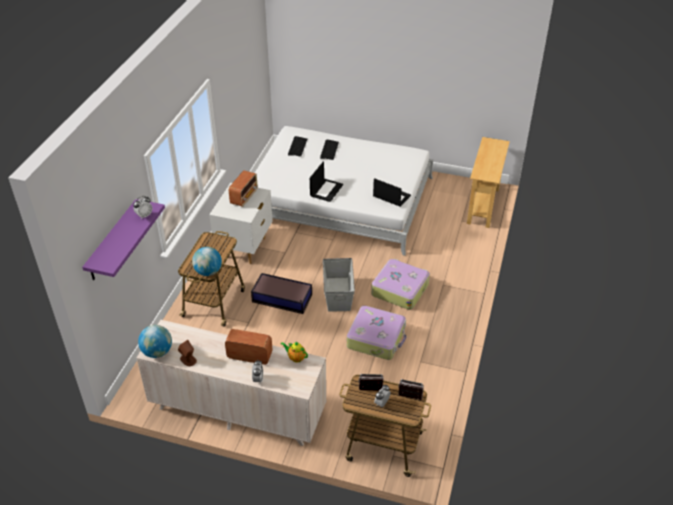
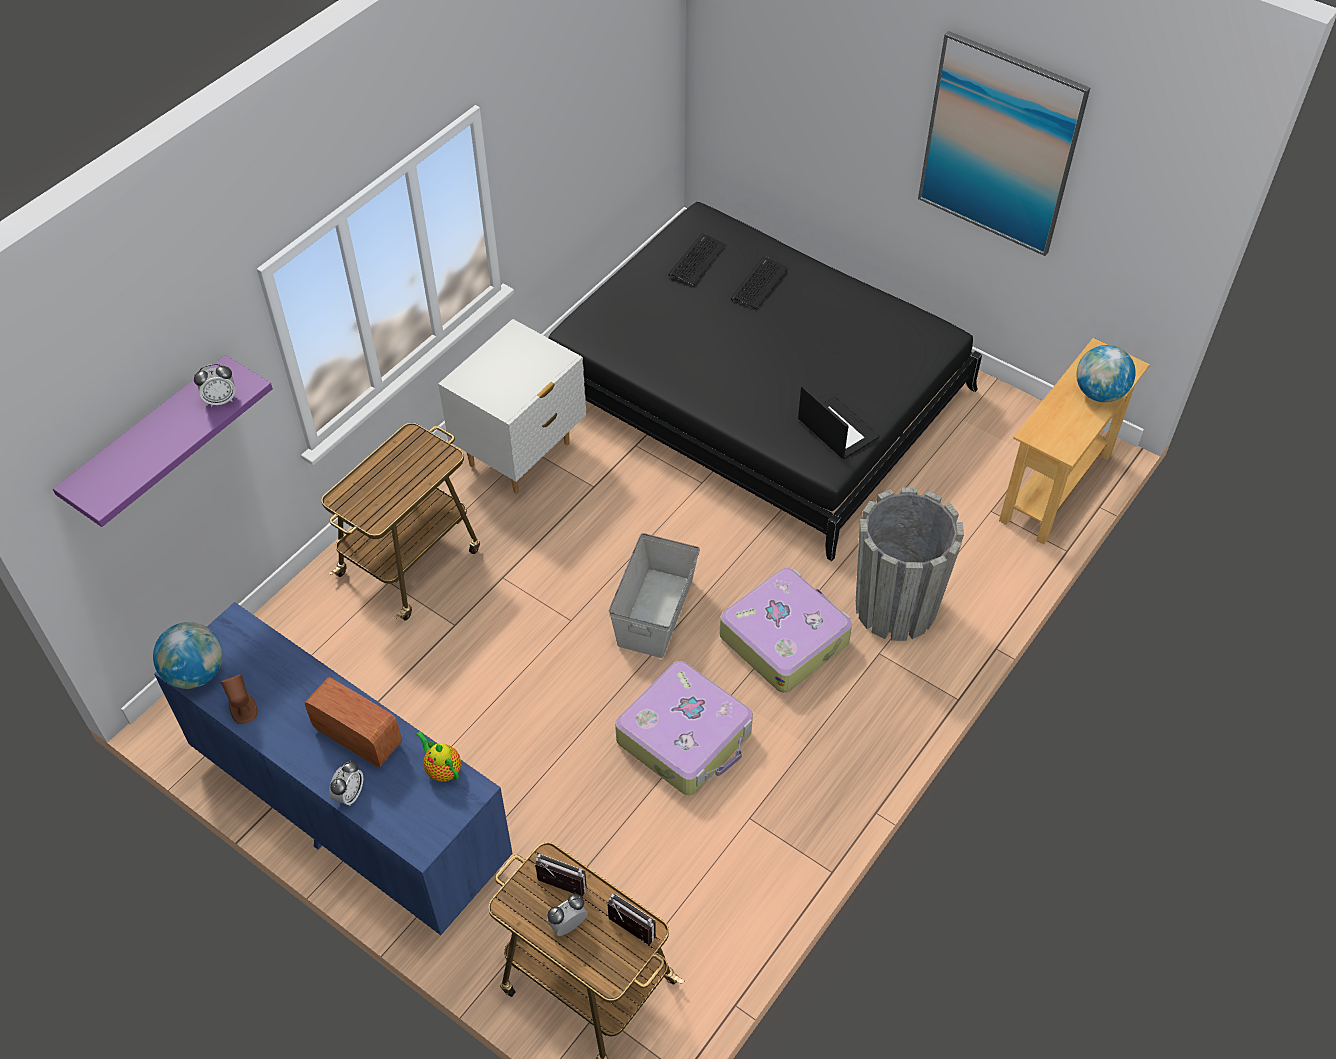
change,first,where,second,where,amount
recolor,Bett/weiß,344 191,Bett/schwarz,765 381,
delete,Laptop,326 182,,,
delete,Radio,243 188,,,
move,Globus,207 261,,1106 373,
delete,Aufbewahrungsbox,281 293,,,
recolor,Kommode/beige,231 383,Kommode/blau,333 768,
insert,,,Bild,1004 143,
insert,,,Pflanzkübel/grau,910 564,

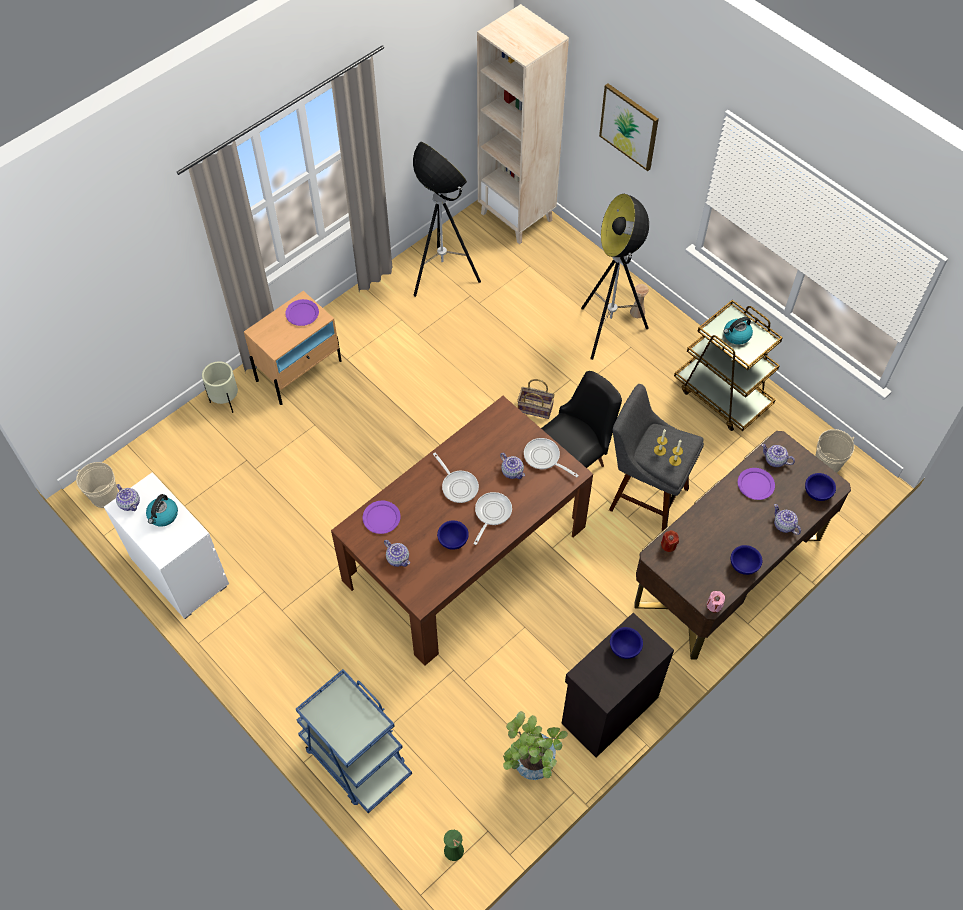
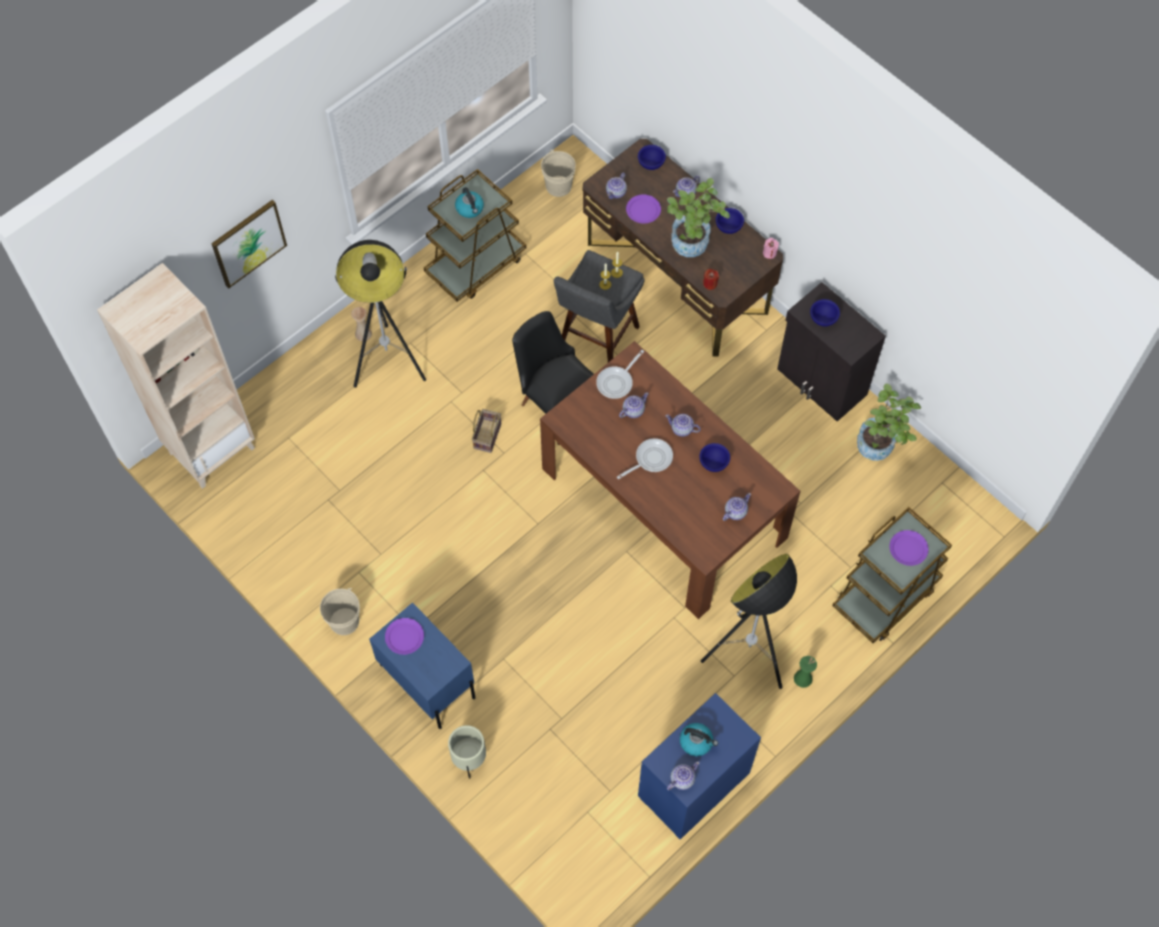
change,first,where,second,where,amount
move,Stehlampe,447 219,,749 621,
recolor,Nachttisch/beige,293 348,Nachttisch/blau,422 665,
move,Eimer/beige,97 485,,340 611,
recolor,Kommode/weiß,166 545,Kommode/blau,699 766,
replace,Pfanne,492 518,Teekanne,683 425,
move,Teller/lila,382 517,,908 548,
recolor,Rollwagen/blau,354 741,Rollwagen/braun,892 575,
move,Vase/grün,454 845,,805 672,
insert,,,Topfpflanze,698 217,

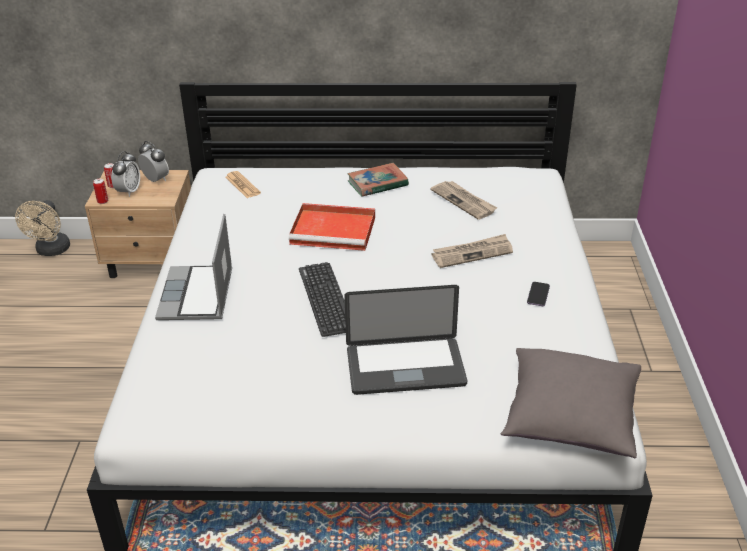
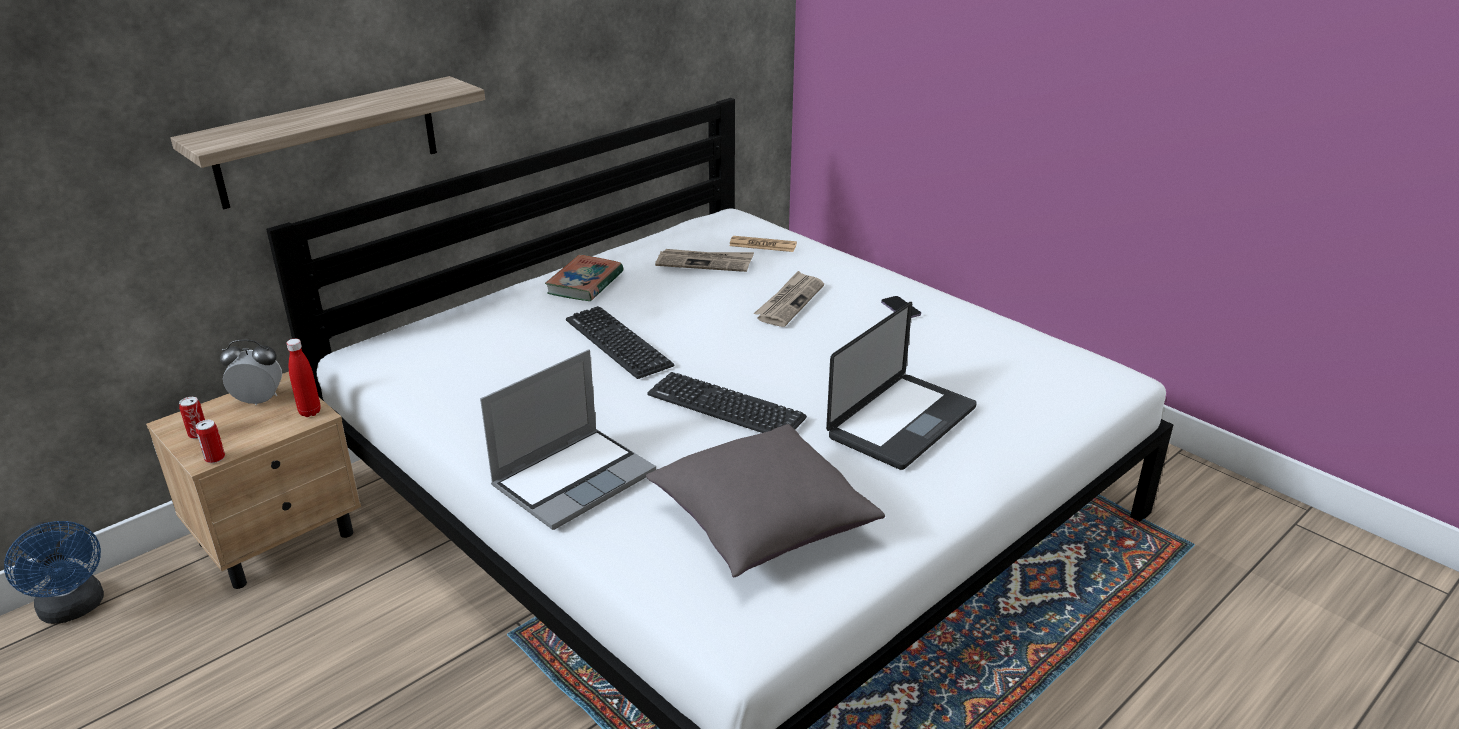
change,first,where,second,where,amount
delete,Wecker,125 174,,,
move,Zeitung,243 184,,763 244,
recolor,Ventilator/beige,42 228,Ventilator/blau,54 572,
replace,Tablett/rot,332 227,Tastatur,620 342,
rotate,Laptop,193 267,,568 440,90 degrees counterclockwise
move,Kissen/grau,571 403,,765 500,
insert,,,Wandregal,327 142,
insert,,,Flasche/rot,303 378,

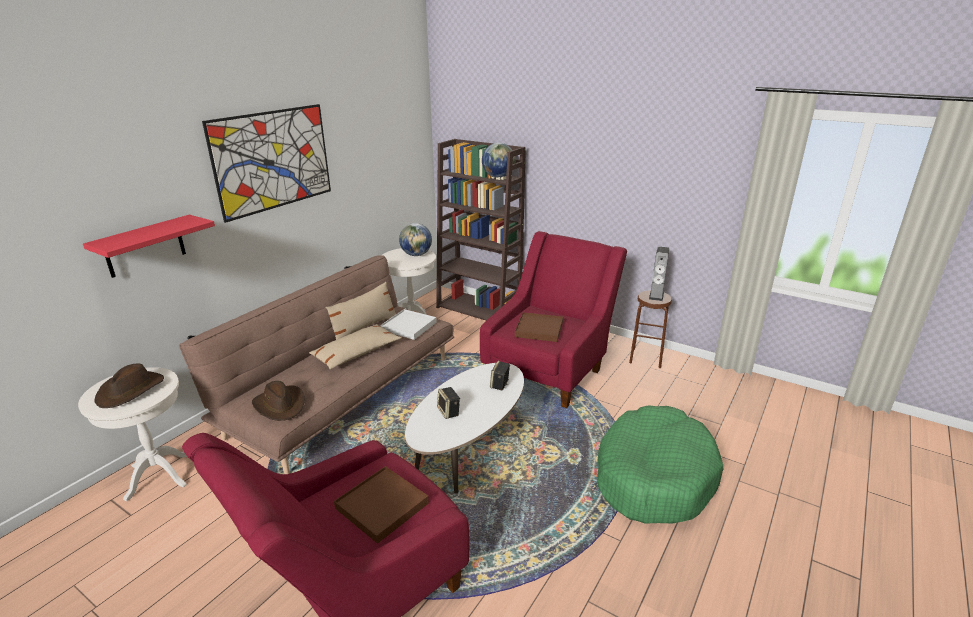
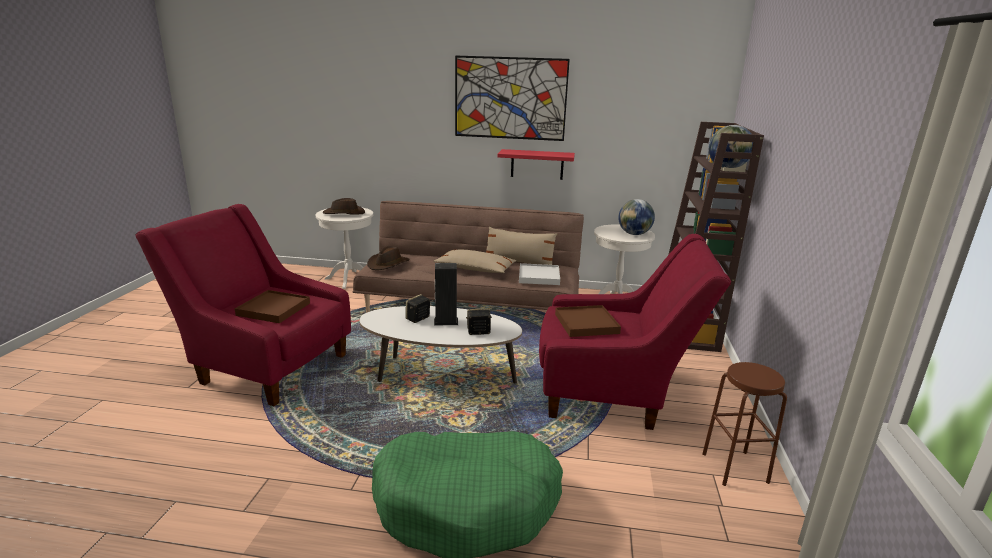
change,first,where,second,where,amount
move,Wandregal/rot,149 246,,536 164,
move,Lautsprecher,659 274,,446 294,

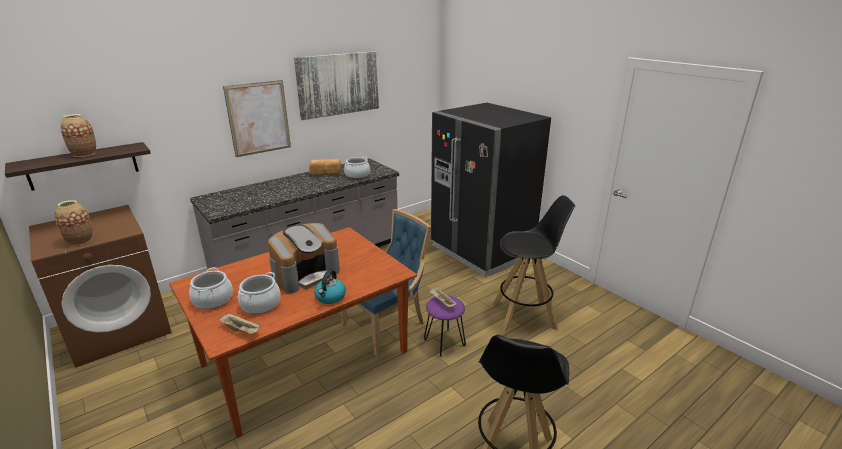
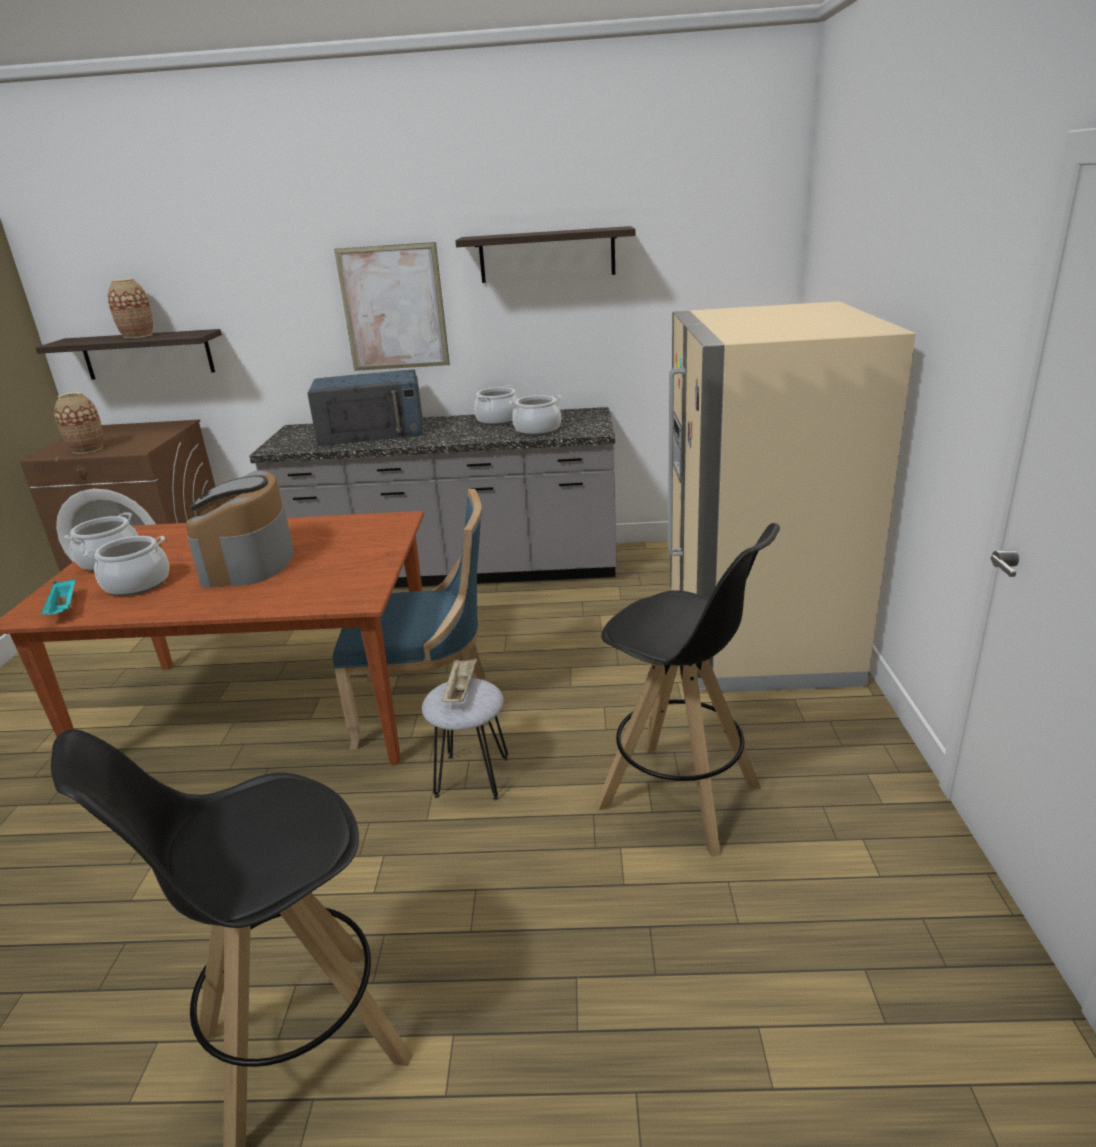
change,first,where,second,where,amount
replace,Bild,336 85,Wandregal,545 254,
recolor,Kühlschrank/schwarz,491 190,Kühlschrank/beige,791 496,
replace,Brot,325 167,Kochtopf,496 405,
rotate,Kaffeemaschine,304 258,,240 529,90 degrees clockwise
delete,Wasserkessel,330 286,,,
recolor,Hocker/lila,445 326,Hocker/grau,465 739,
recolor,Tablett/beige,239 323,Tablett/türkis,58 597,
insert,,,Mikrowelle/blau,365 407,

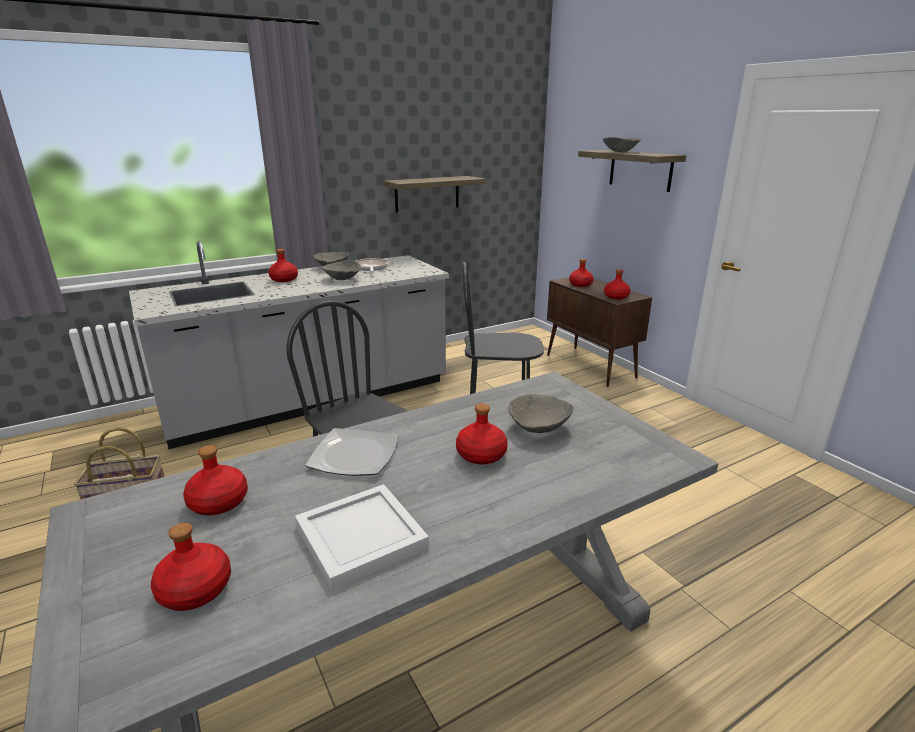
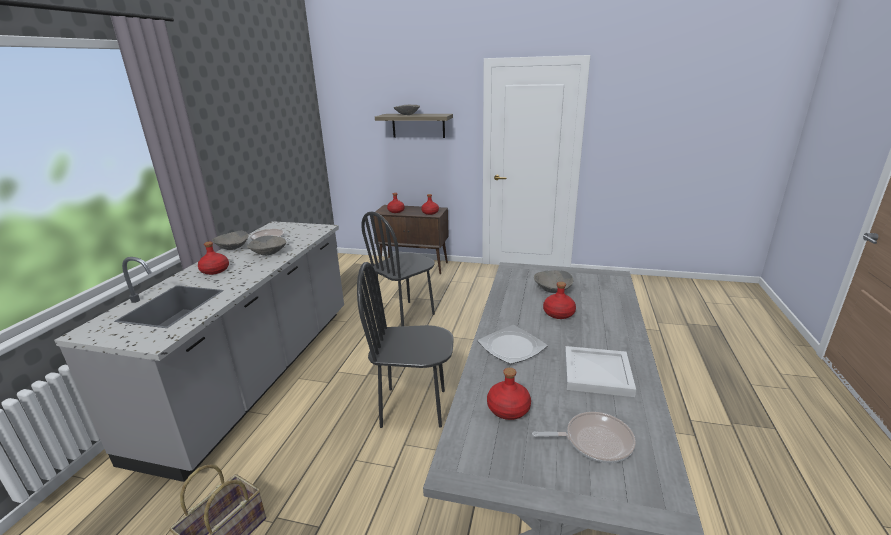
change,first,where,second,where,amount
delete,Wandregal,434 194,,,
replace,Flasche/rot,191 567,Pfanne,584 437,

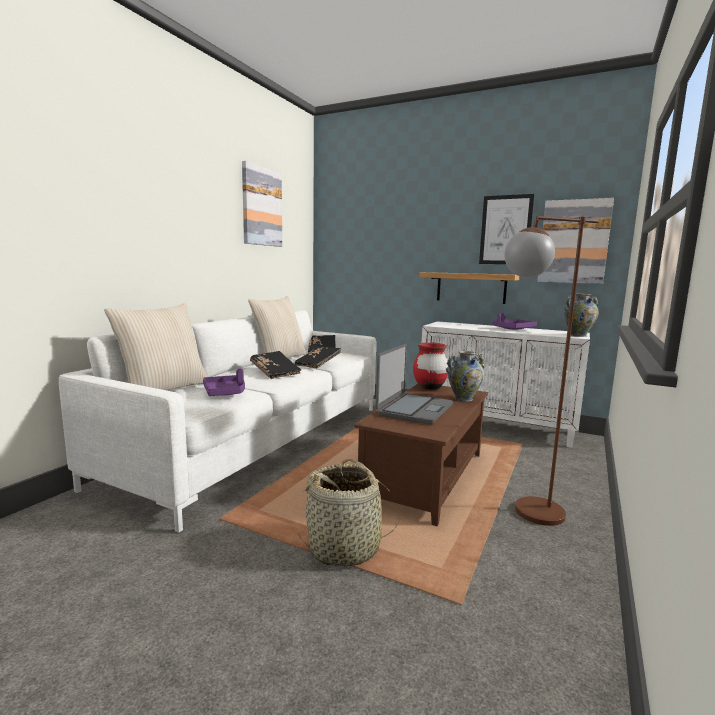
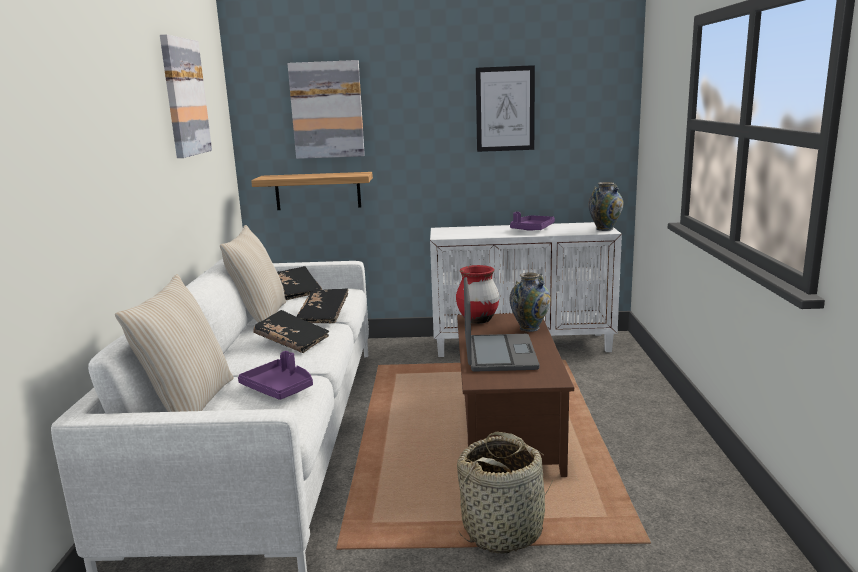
change,first,where,second,where,amount
move,Bild,575 241,,326 109,
delete,Stehlampe/braun,551 371,,,
move,Wandregal,469 288,,312 191,

